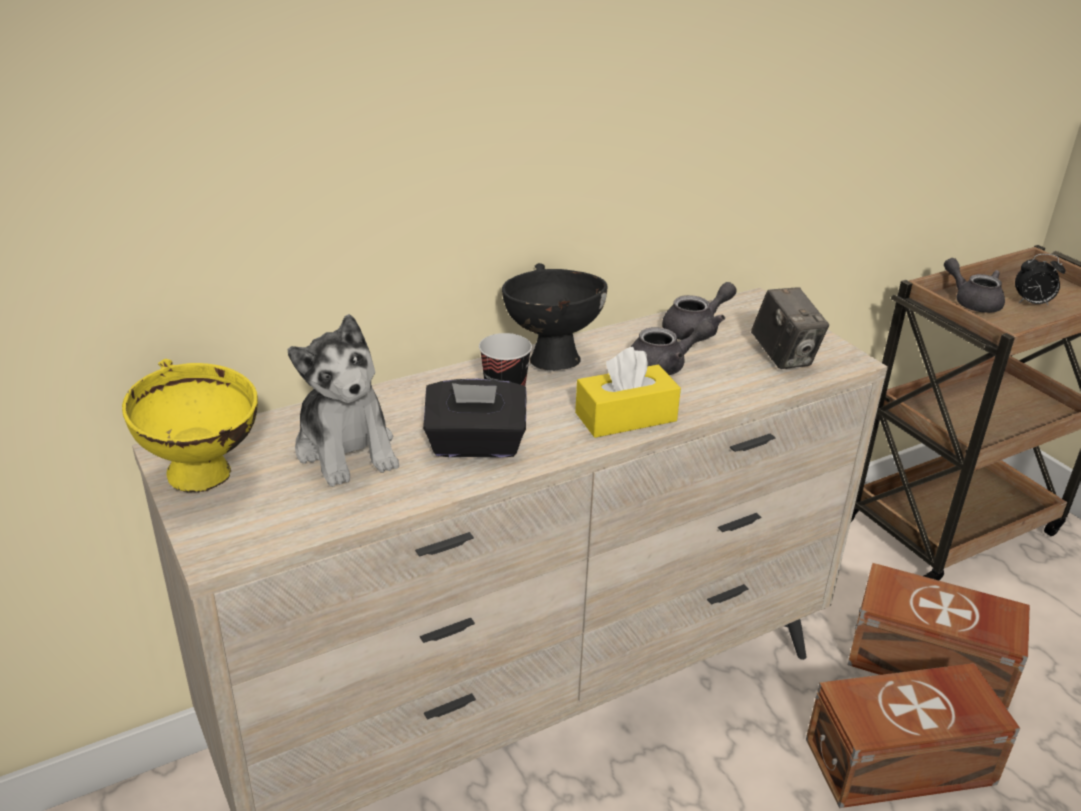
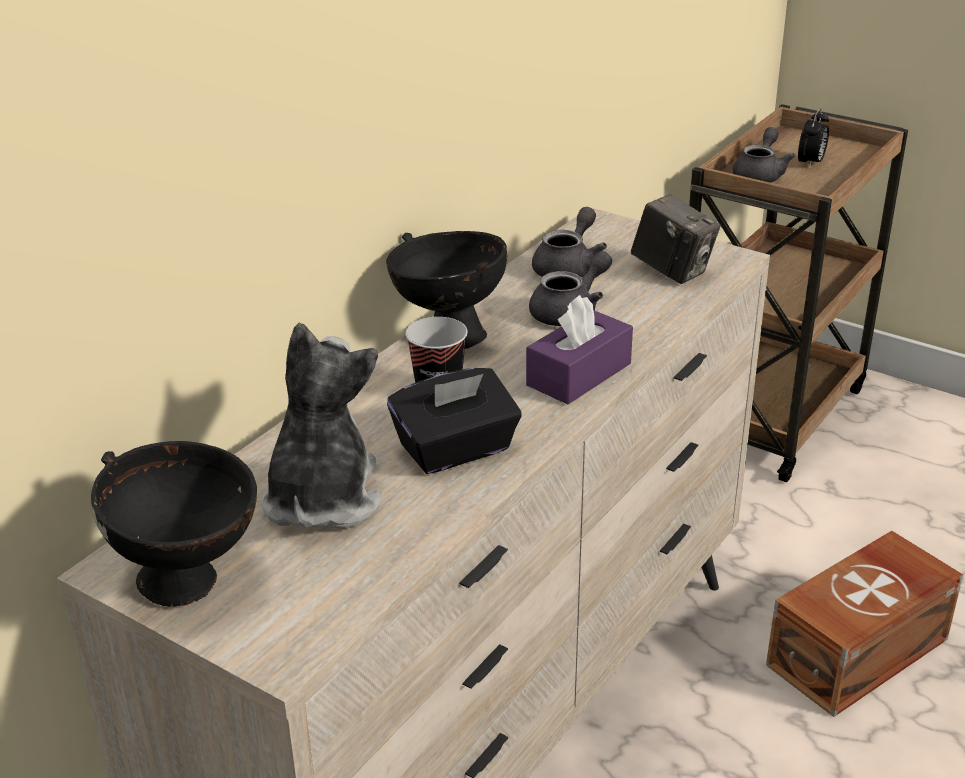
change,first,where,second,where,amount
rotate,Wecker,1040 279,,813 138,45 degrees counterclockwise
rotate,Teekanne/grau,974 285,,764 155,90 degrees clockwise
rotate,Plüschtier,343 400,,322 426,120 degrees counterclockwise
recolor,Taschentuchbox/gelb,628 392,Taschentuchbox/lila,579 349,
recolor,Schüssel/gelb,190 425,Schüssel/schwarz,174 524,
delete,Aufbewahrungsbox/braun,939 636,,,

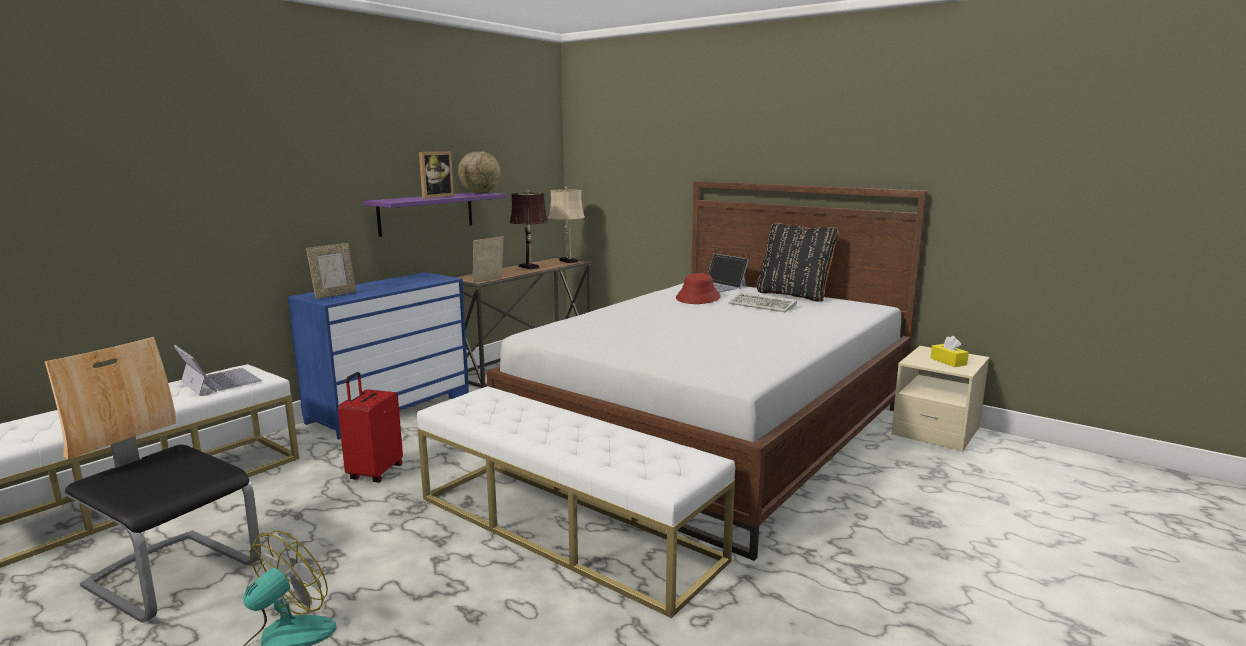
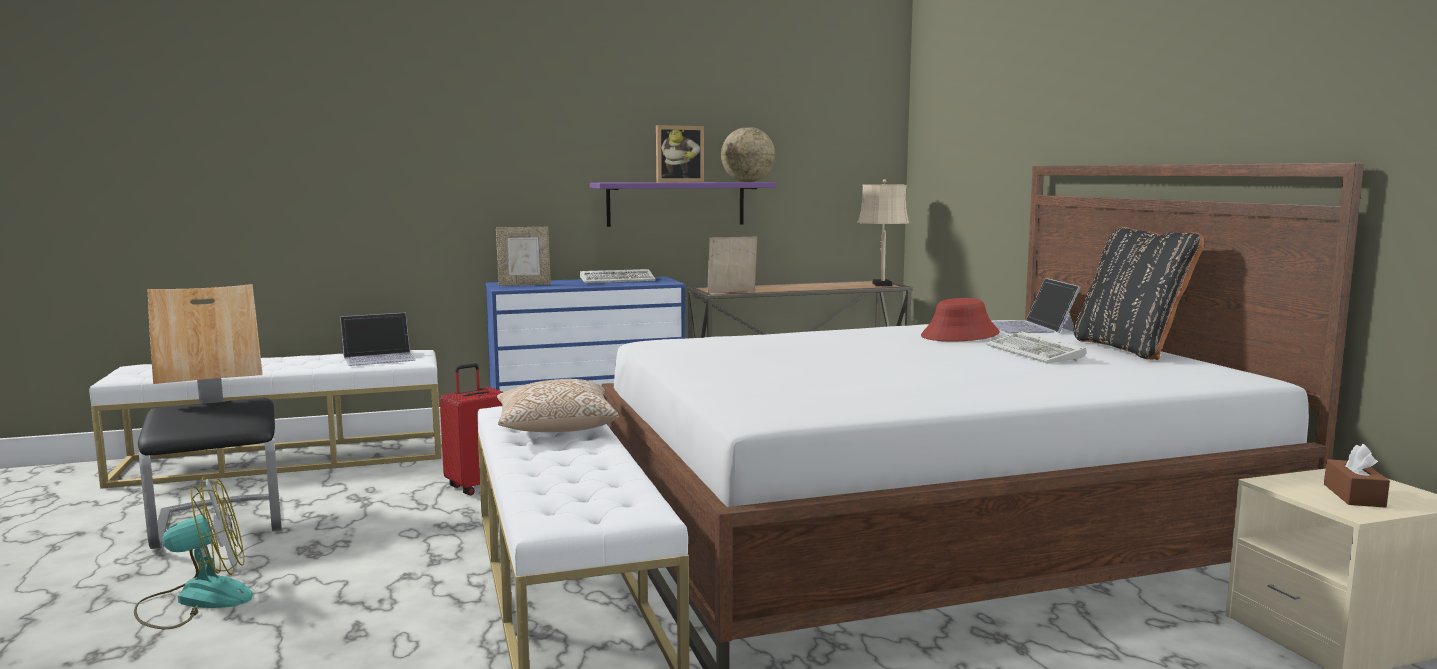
change,first,where,second,where,amount
delete,Tischlampe/braun,529 229,,,
recolor,Taschentuchbox/gelb,949 351,Taschentuchbox/braun,1357 476,
rotate,Laptop,218 370,,378 339,75 degrees clockwise
insert,,,Tastatur,617 276,
insert,,,Kissen,558 405,

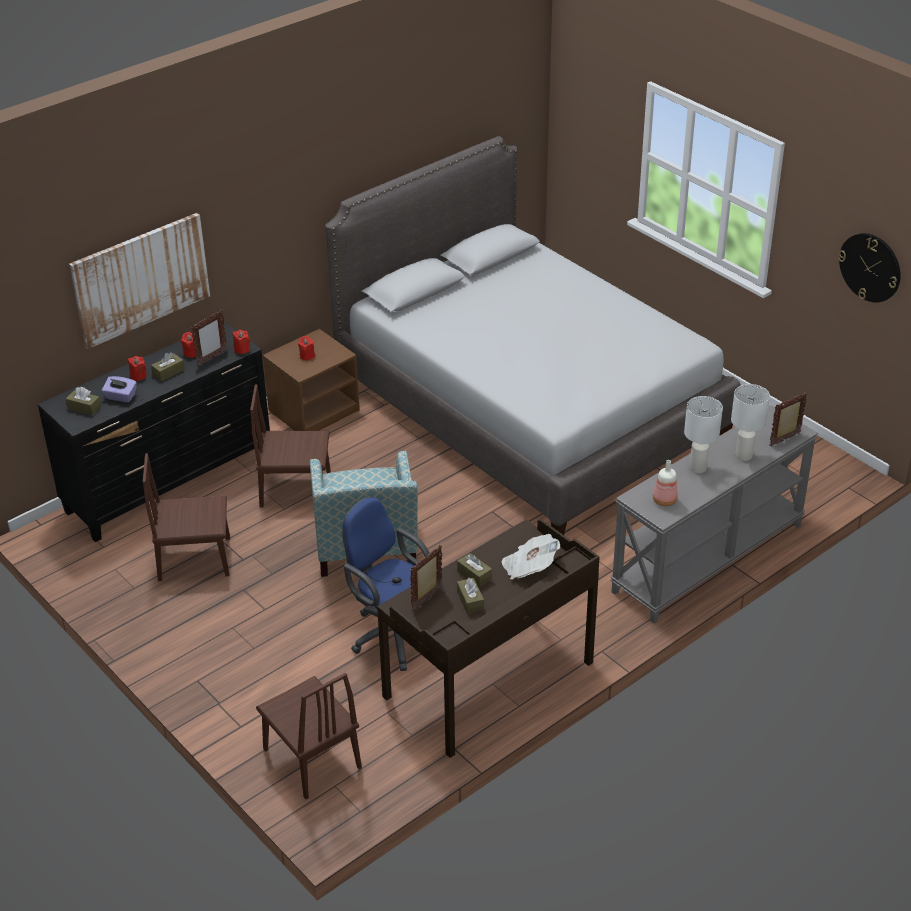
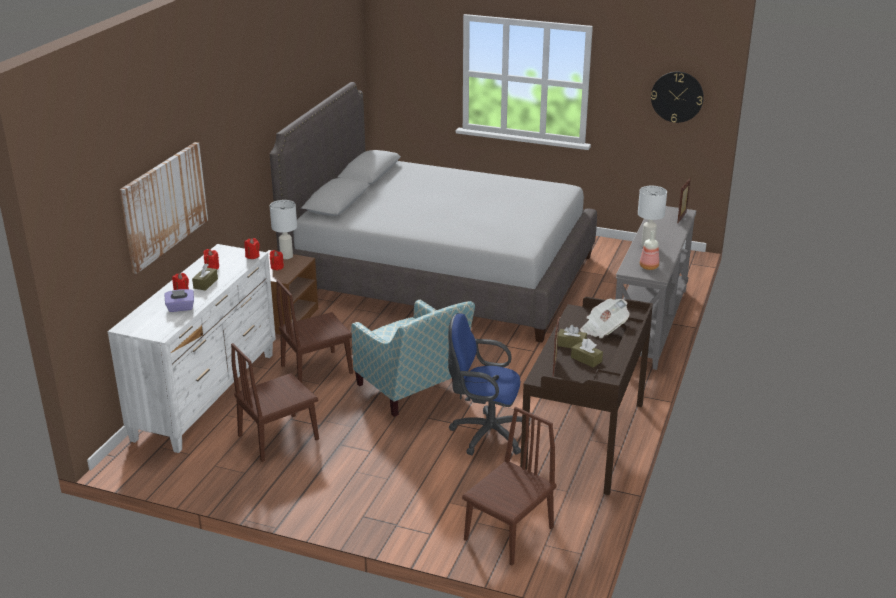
change,first,where,second,where,amount
delete,Bilderrahmen,209 338,,,
recolor,Kommode/schwarz,154 432,Kommode/weiß,191 348,
move,Tischlampe/weiß,750 422,,283 229,
delete,Taschentuchbox/braun,83 401,,,
rotate,Stuhl/braun,309 736,,509 486,75 degrees counterclockwise

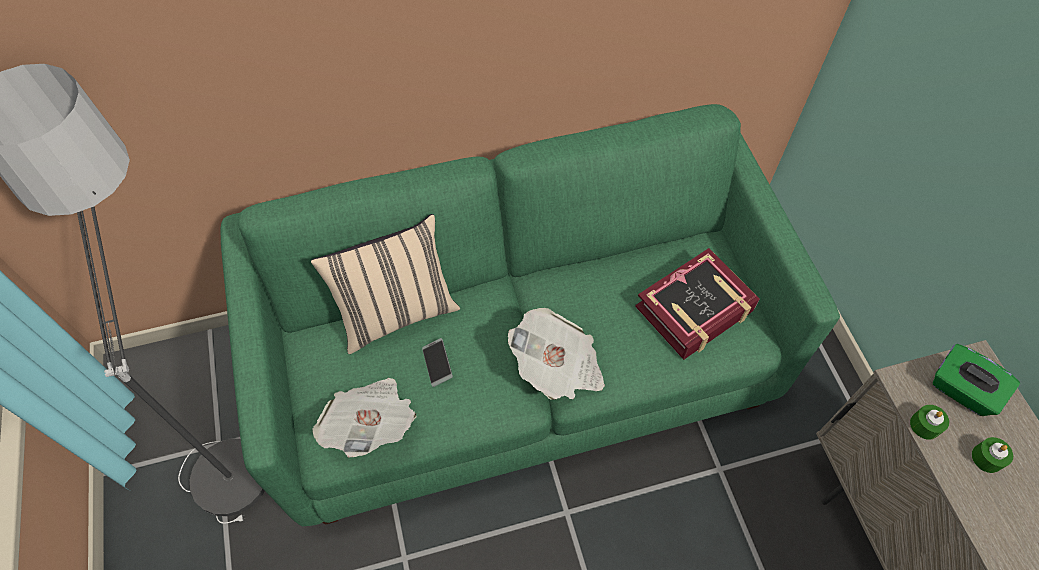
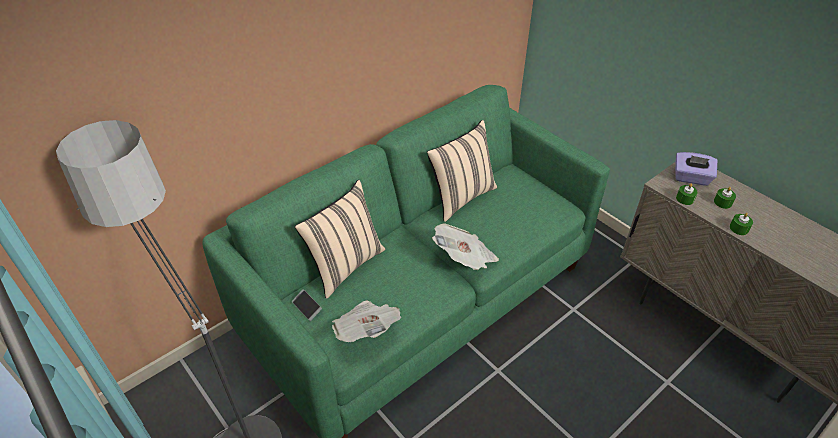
change,first,where,second,where,amount
delete,Buch,697 304,,,
move,Handy,437 362,,307 305,
recolor,Taschentuchbox/grün,976 380,Taschentuchbox/lila,696 169,
insert,,,Kissen/beige,462 171,
insert,,,Kerze/grün,741 224,

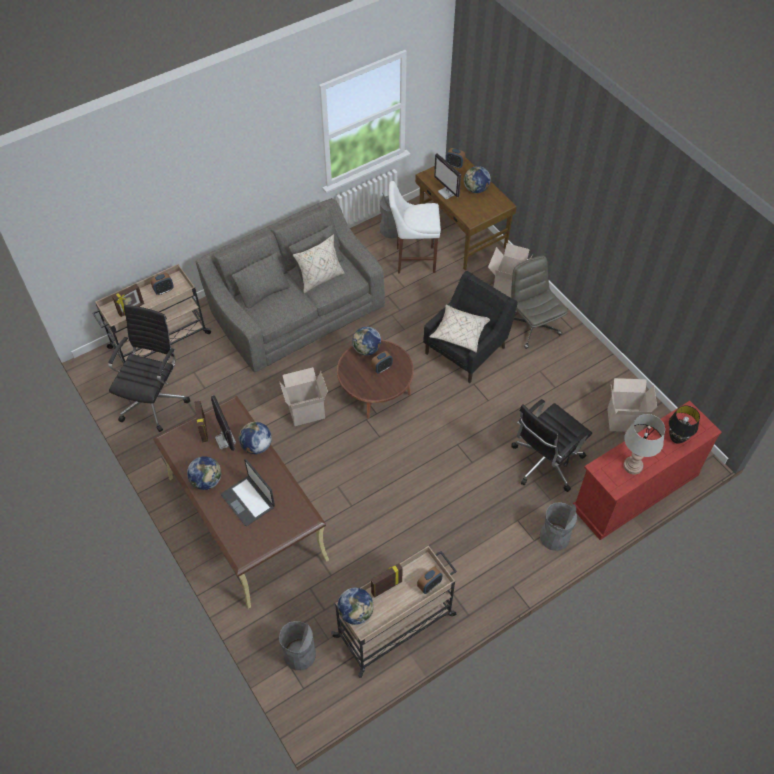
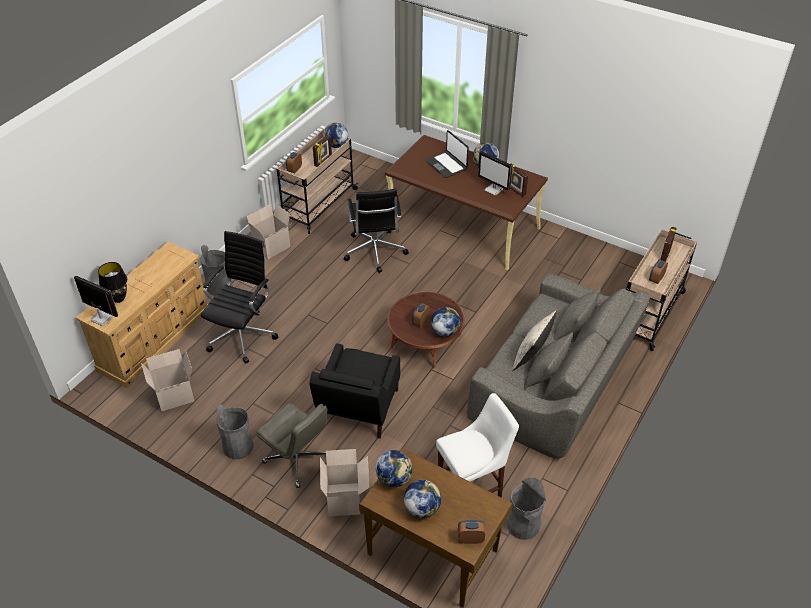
change,first,where,second,where,amount
move,Monitor,447 176,,96 301,
move,Bürostuhl/schwarz,149 368,,376 231,
delete,Kissen/beige,460 329,,,
move,Karton,303 396,,269 231,
recolor,Kommode/rot,647 470,Kommode/beige,142 315,
delete,Tischlampe/grau,644 444,,,
move,Globus,255 438,,394 468,
rotate,Laptop,248 492,,447 154,150 degrees counterclockwise
move,Mülleimer/grau,297 645,,235 432,

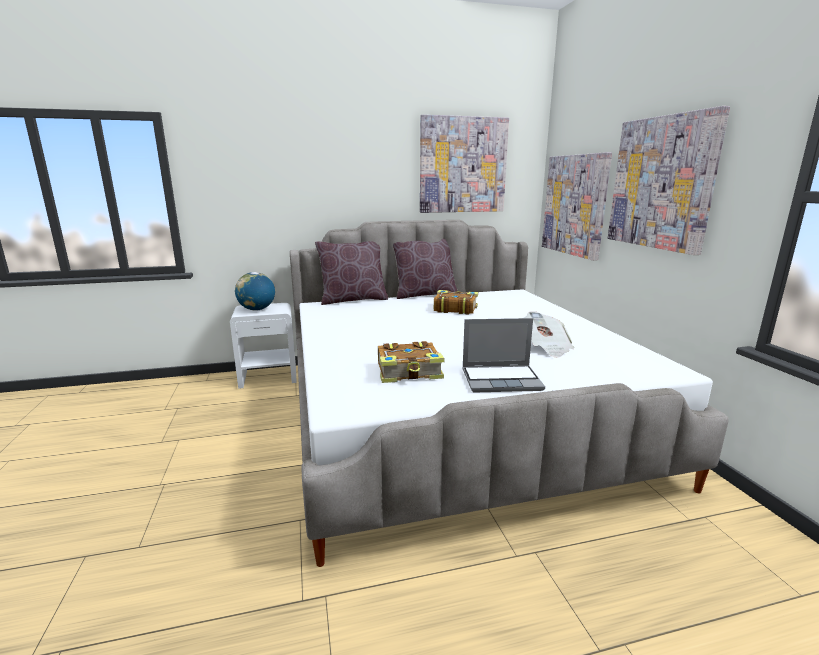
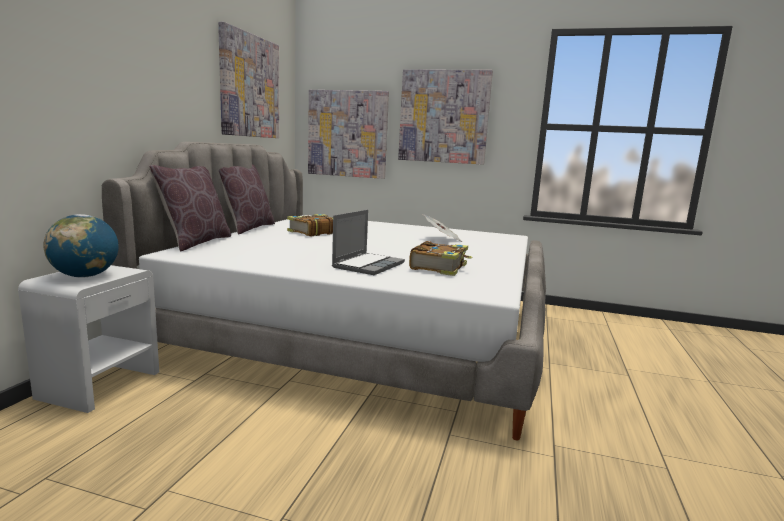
change,first,where,second,where,amount
move,Laptop,503 355,,368 242,

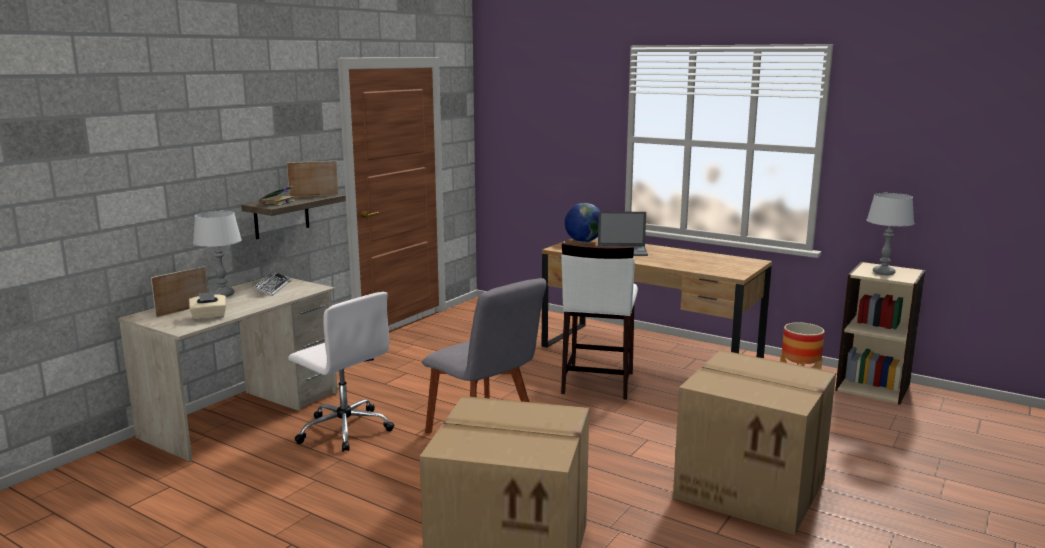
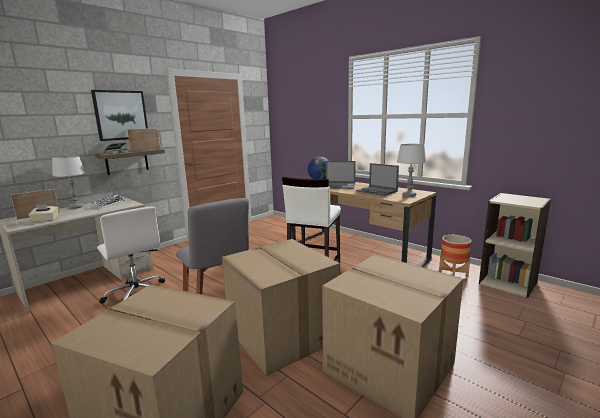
change,first,where,second,where,amount
move,Tischlampe/grau,890 234,,411 170,
insert,,,Bild,119 115,
insert,,,Laptop,377 179,
insert,,,Karton,281 307,

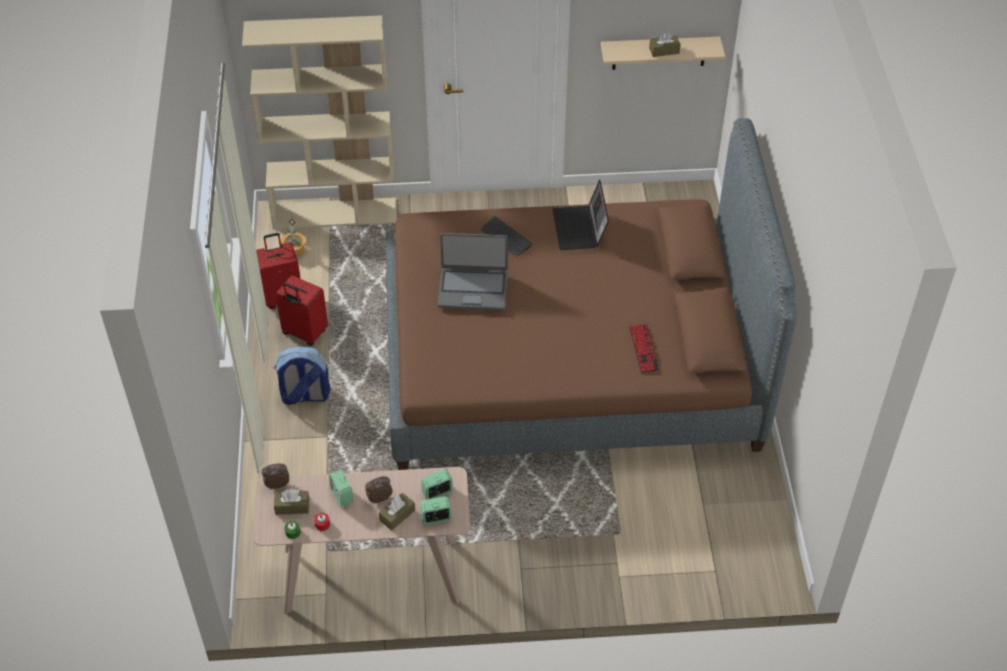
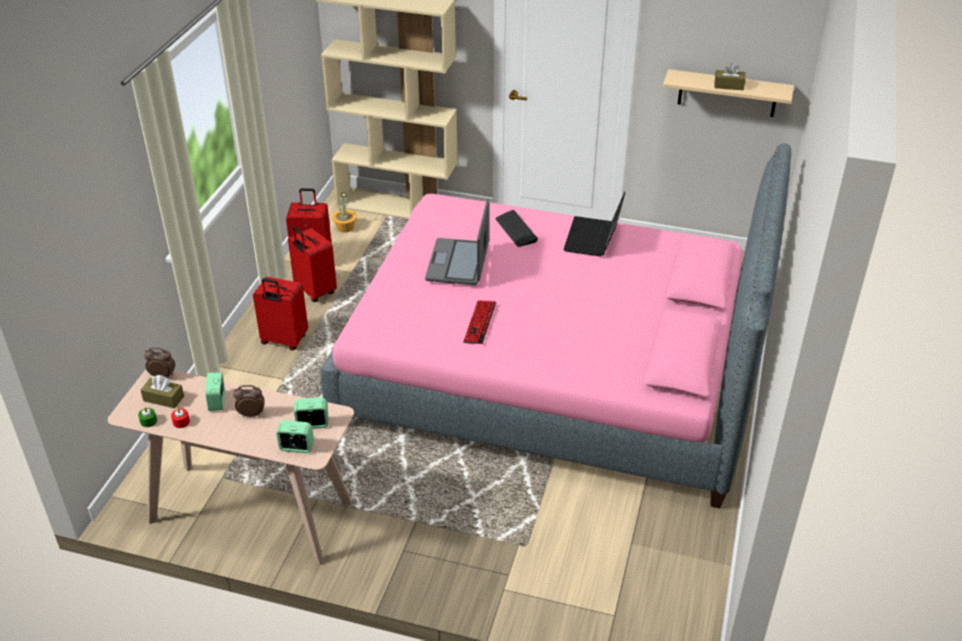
change,first,where,second,where,amount
recolor,Bett/braun,591 294,Bett/rosa,556 325,
rotate,Laptop,473 271,,457 242,75 degrees clockwise
move,Tastatur,644 348,,479 322,
replace,Rucksack,302 375,Koffer/rot,280 313,
delete,Taschentuchbox/braun,397 512,,,

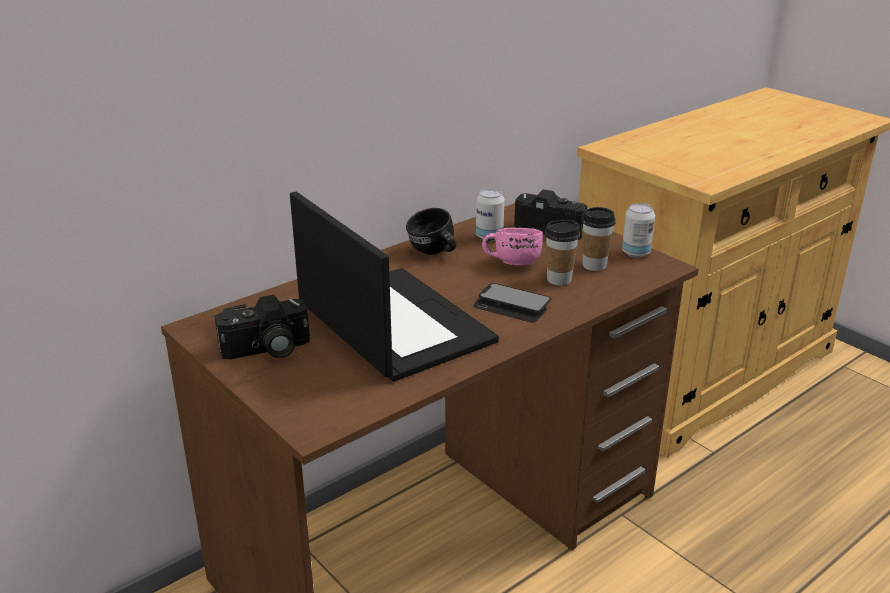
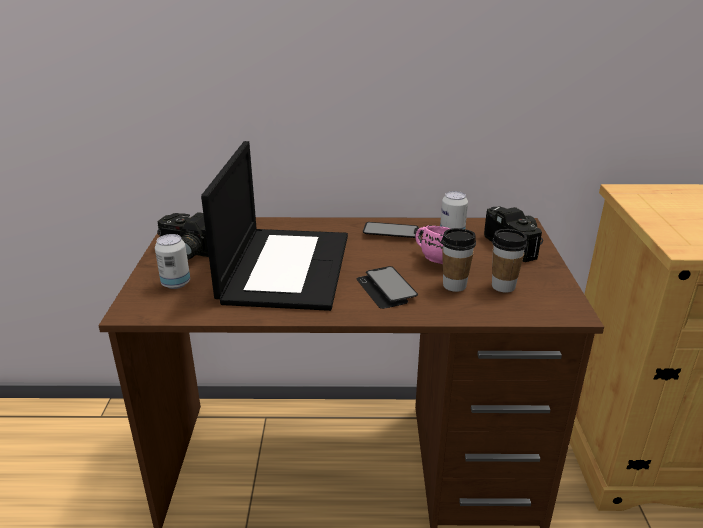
change,first,where,second,where,amount
move,Dose,638 230,,172 261,
replace,Henkelbecher/schwarz,431 231,Handy,391 230,

